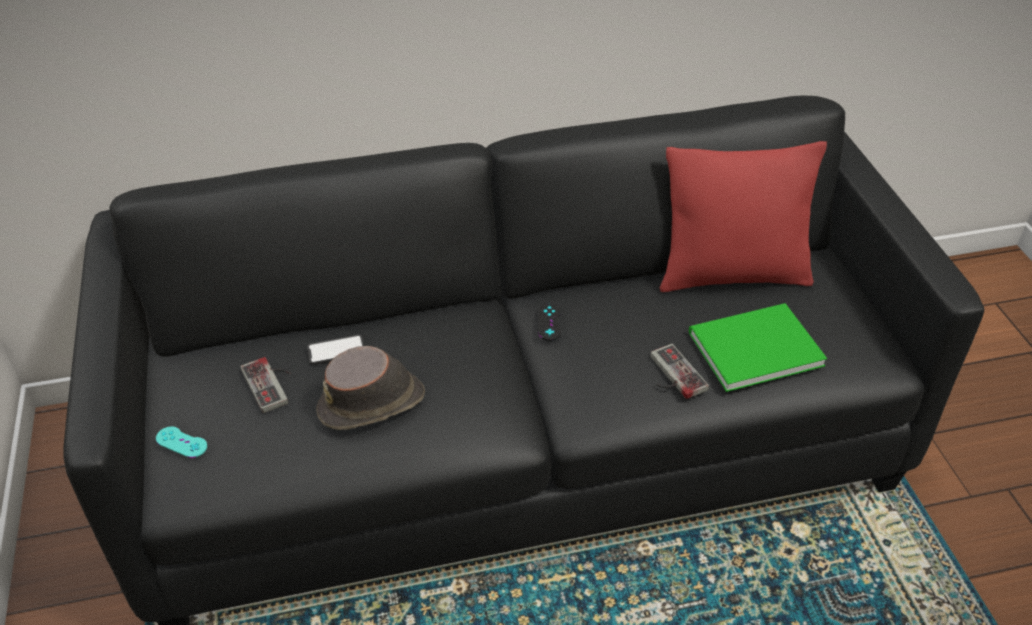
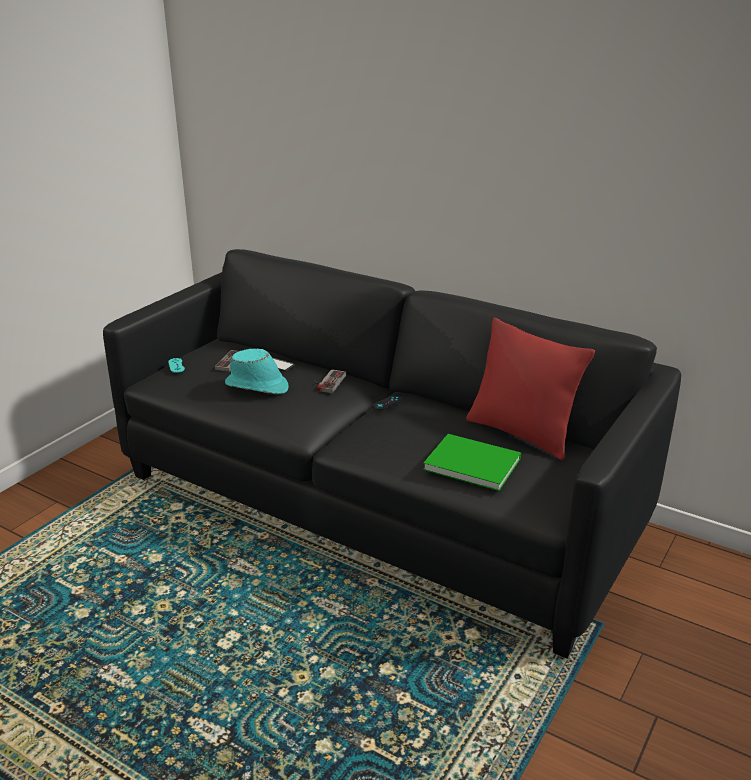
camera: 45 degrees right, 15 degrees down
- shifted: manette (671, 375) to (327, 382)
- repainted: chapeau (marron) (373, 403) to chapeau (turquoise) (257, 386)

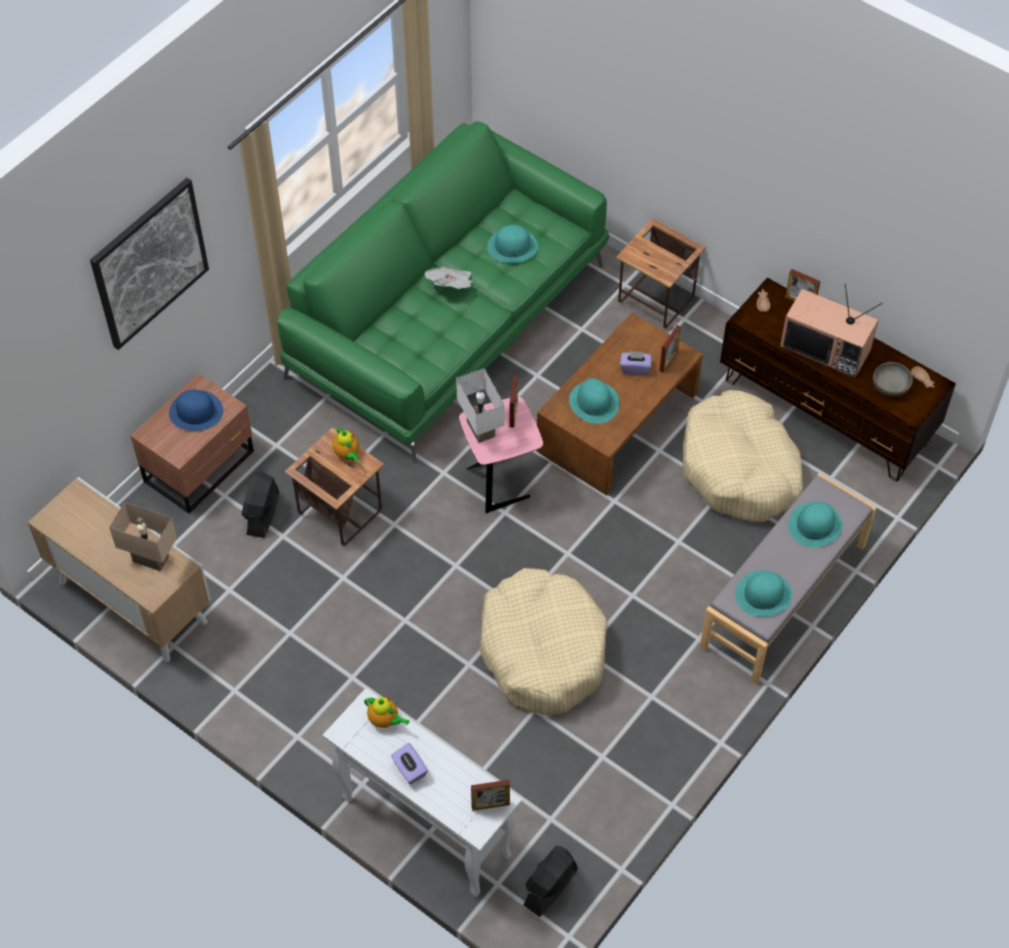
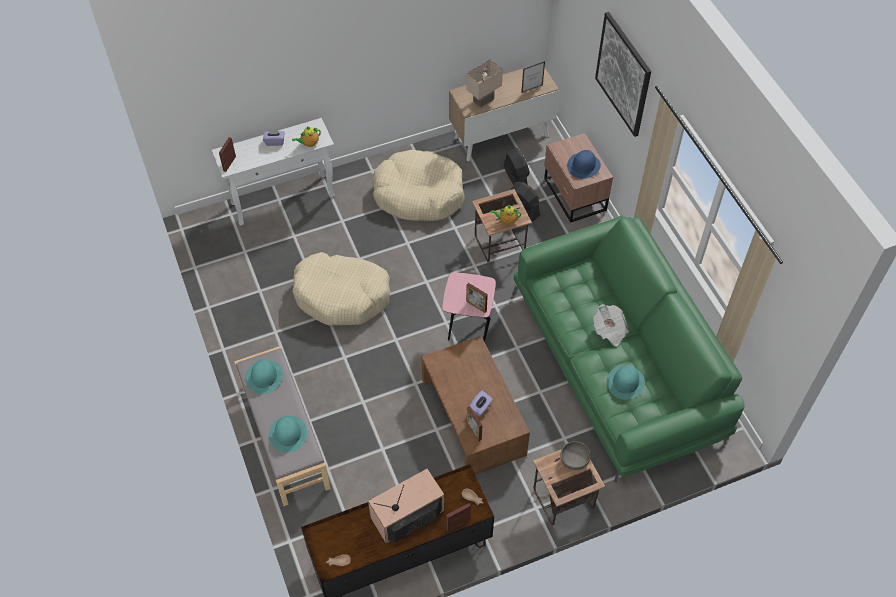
camera: 120 degrees right, 0 degrees up
- gone: lampe de table (blanc) (479, 429)
- gone: chapeau (turquoise) (593, 402)
- new: cadre photo (532, 89)
- shifted: ventilateur (noir) (550, 887) to (515, 177)
- shifted: panier pour chien (beige) (740, 468) to (418, 194)
- shifted: bol (gris) (890, 386) to (574, 460)

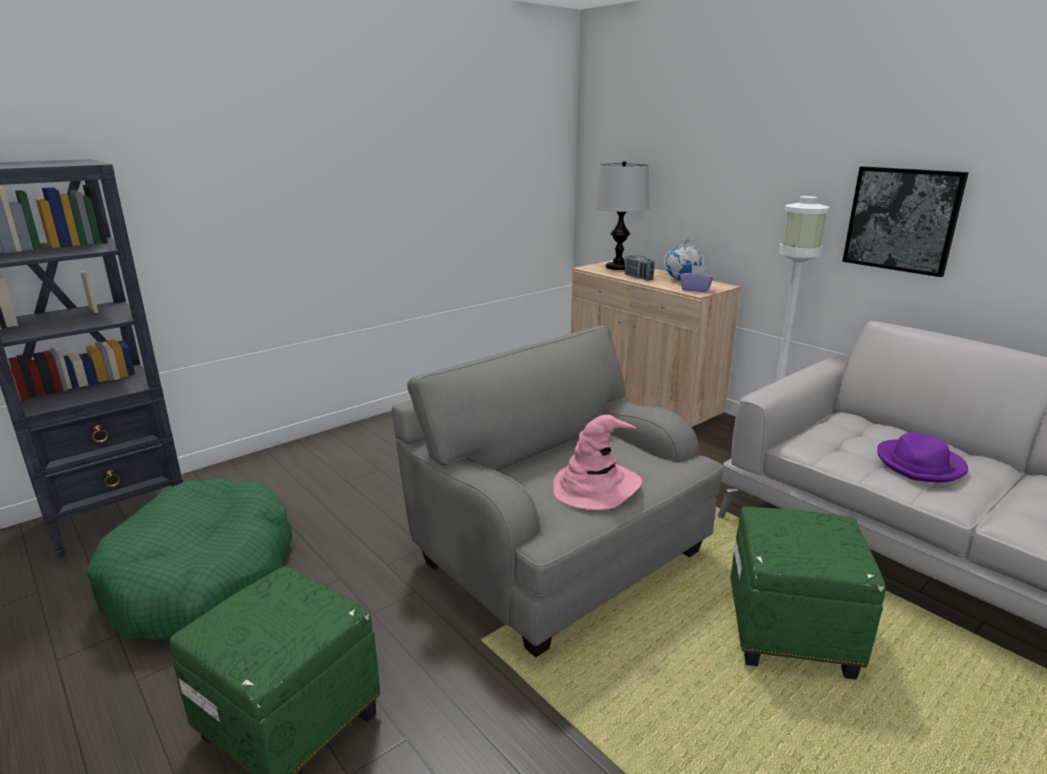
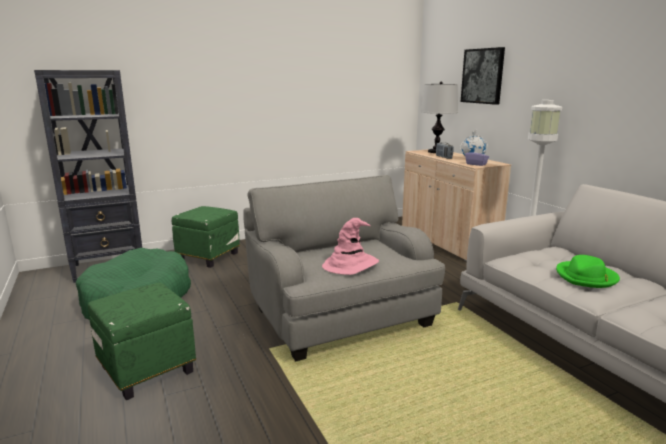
camera: 15 degrees right, 5 degrees down
- shifted: pouf (vert) (788, 632) to (208, 256)
- shifted: tableau (902, 219) to (482, 76)
- repainted: chapeau (violet) (920, 464) to chapeau (vert) (586, 277)

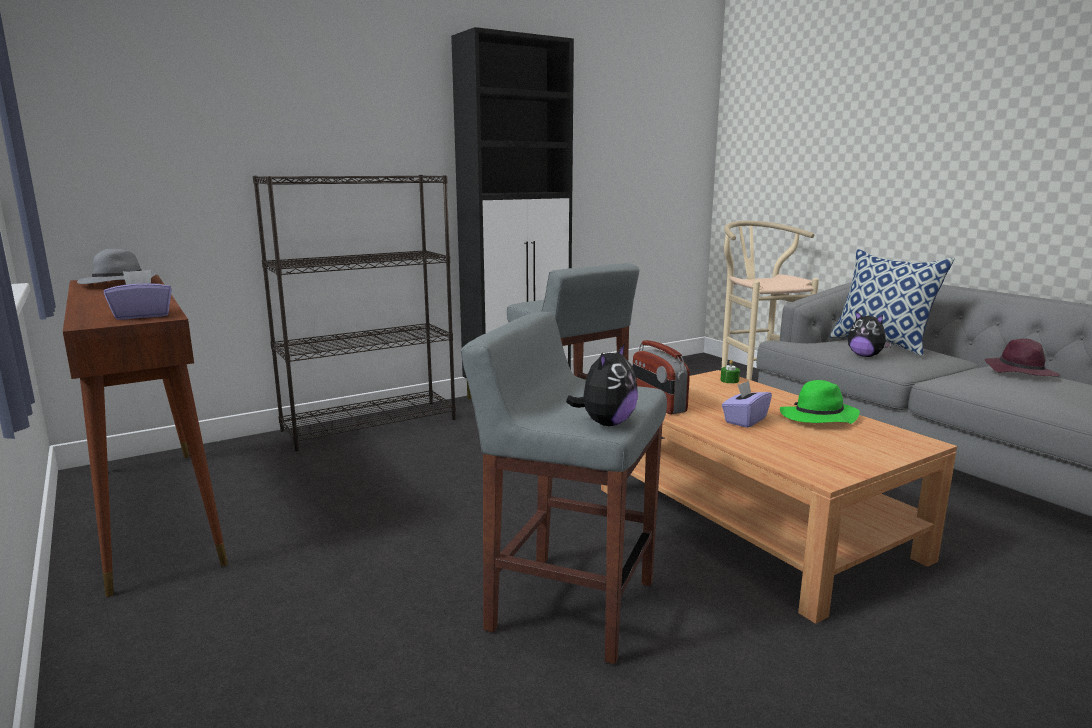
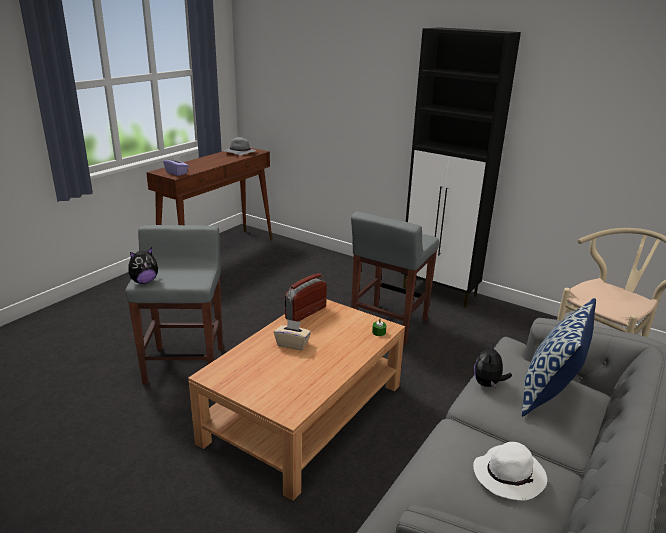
camera: 65 degrees right, 10 degrees up
- gone: bibliothèque (noir) (371, 424)
- gone: chapeau (vert) (818, 418)
- repainted: boîte à mouchoirs (violet) (745, 420) to boîte à mouchoirs (beige) (292, 344)
- repainted: chapeau (violet) (1019, 372) to chapeau (blanc) (509, 475)
- rotated: peluche (606, 423) = (144, 281) 45 degrees counterclockwise

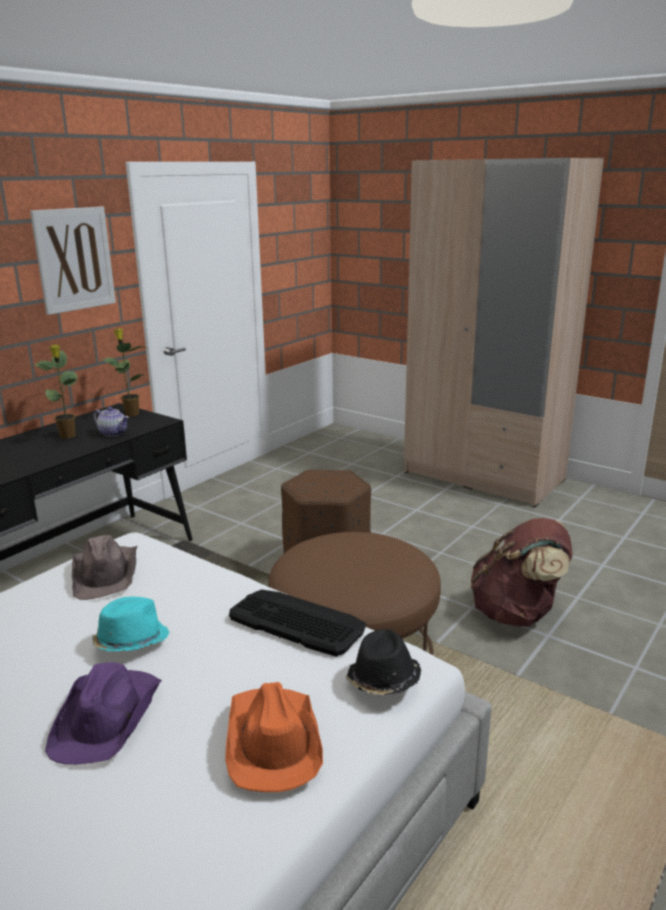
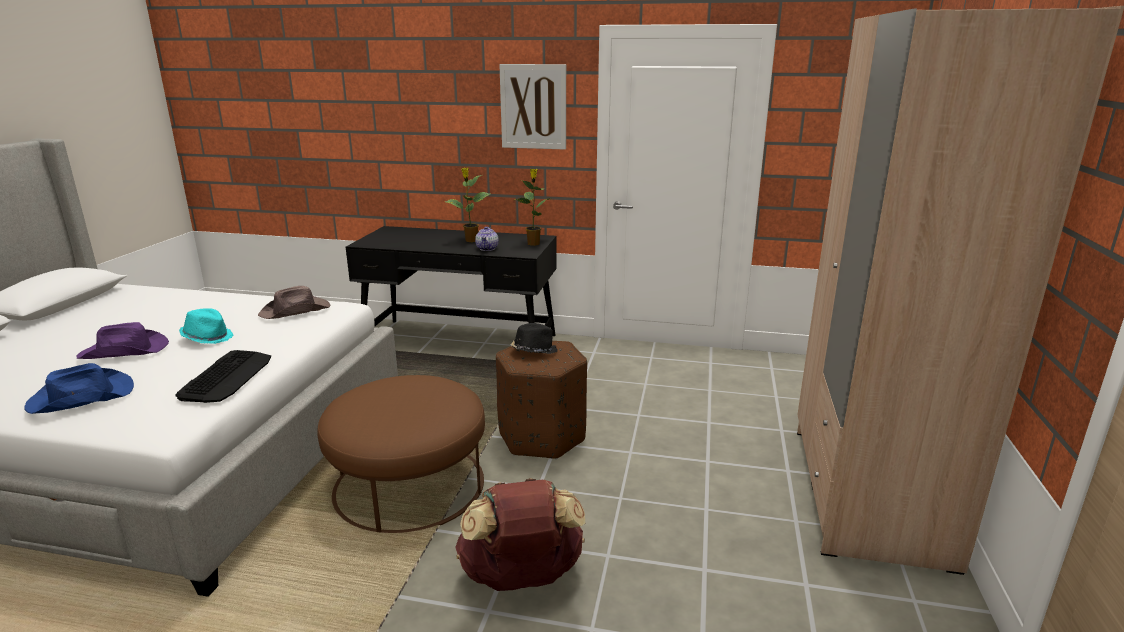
camera: 65 degrees right, 0 degrees up
- shifted: chapeau (noir) (383, 680) to (533, 351)
- repainted: chapeau (orange) (272, 740) to chapeau (bleu) (80, 397)

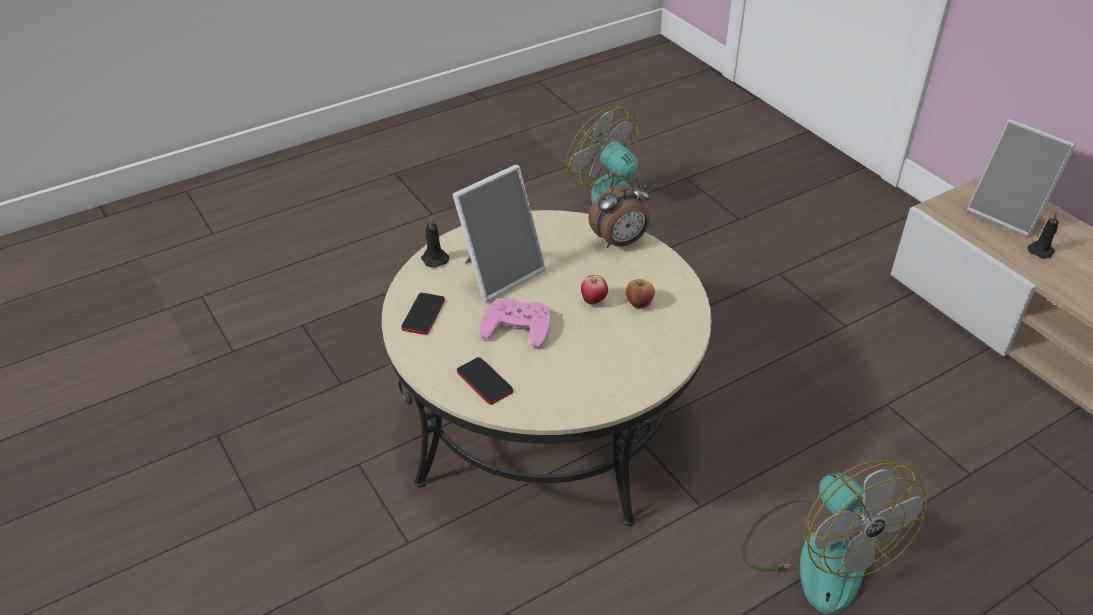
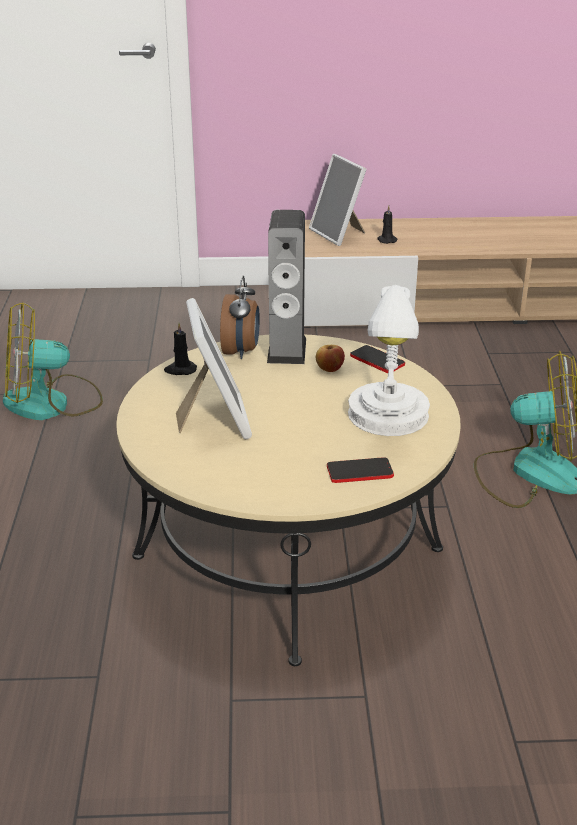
camera: 60 degrees left, 10 degrees down
- gone: manette (rose) (519, 324)
- gone: pomme (594, 301)
- new: enceinte (287, 350)
- new: lampe de table (blanc) (388, 418)
- shifted: téléphone (423, 314) to (377, 360)
- shifted: bougie (noir) (434, 258) to (180, 370)
- rotated: cadre photo (1008, 214) = (339, 234) 75 degrees clockwise

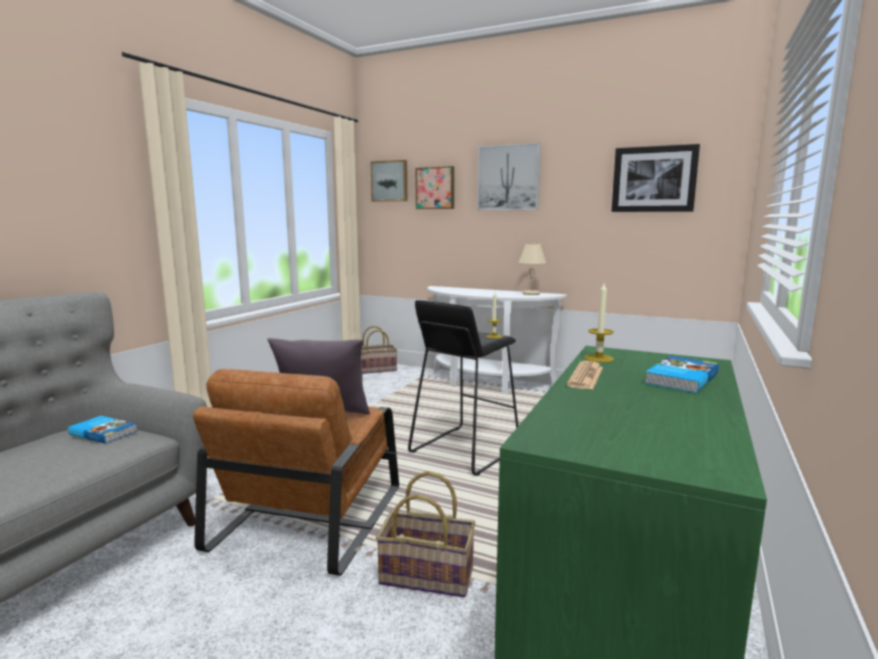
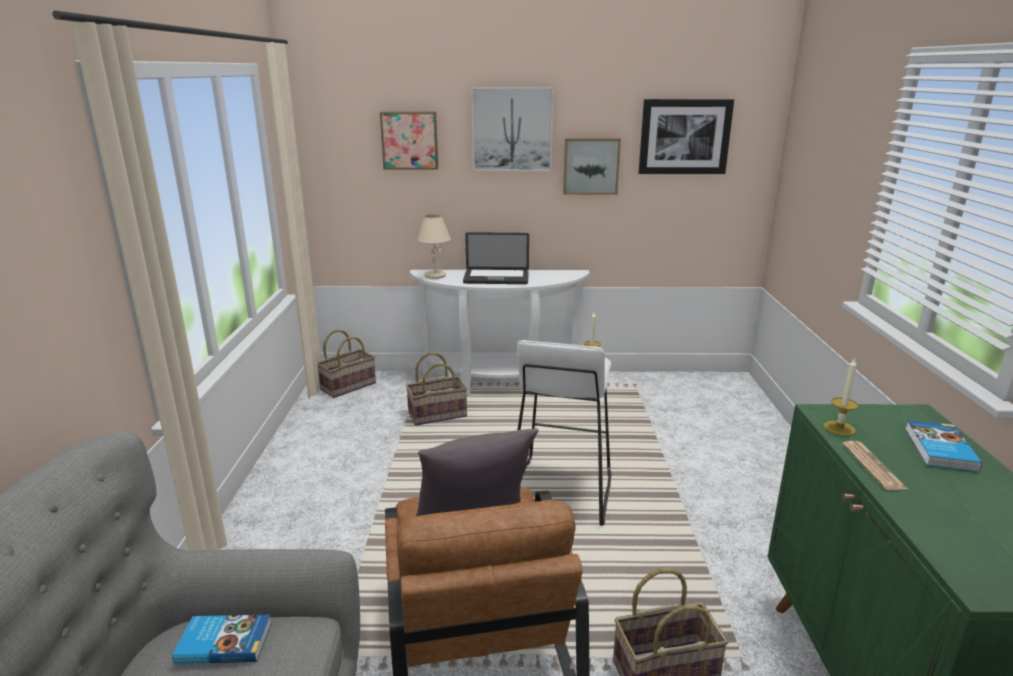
camera: 25 degrees left, 10 degrees up
- new: panier (437, 414)
- new: ordinateur portable (496, 278)
- shifted: tableau (390, 181) to (591, 166)
- shifted: lampe de table (beige) (531, 293) to (435, 275)
- repainted: tabouret (noir) (464, 450) to tabouret (blanc) (560, 492)

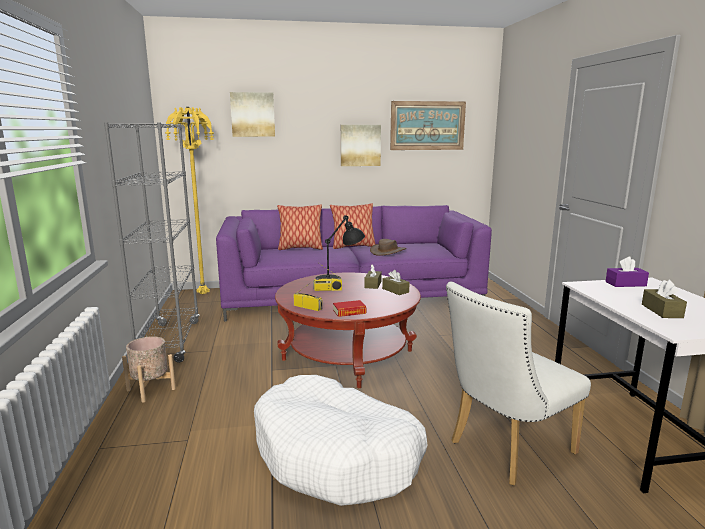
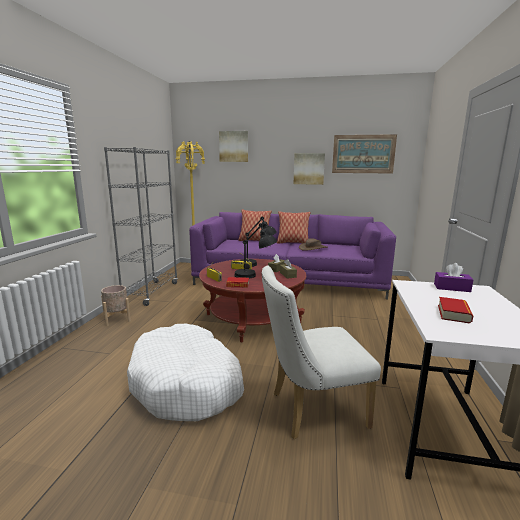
camera: 20 degrees right, 0 degrees up
- new: lampe de table (noir) (254, 276)
- swapped: boîte à mouchoirs (marron) (661, 311) to livre (453, 314)

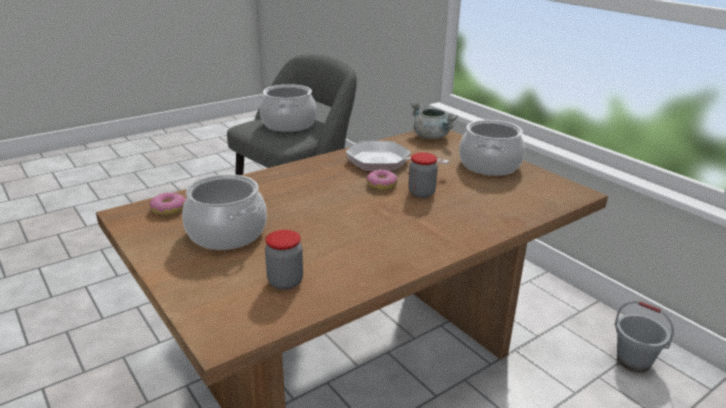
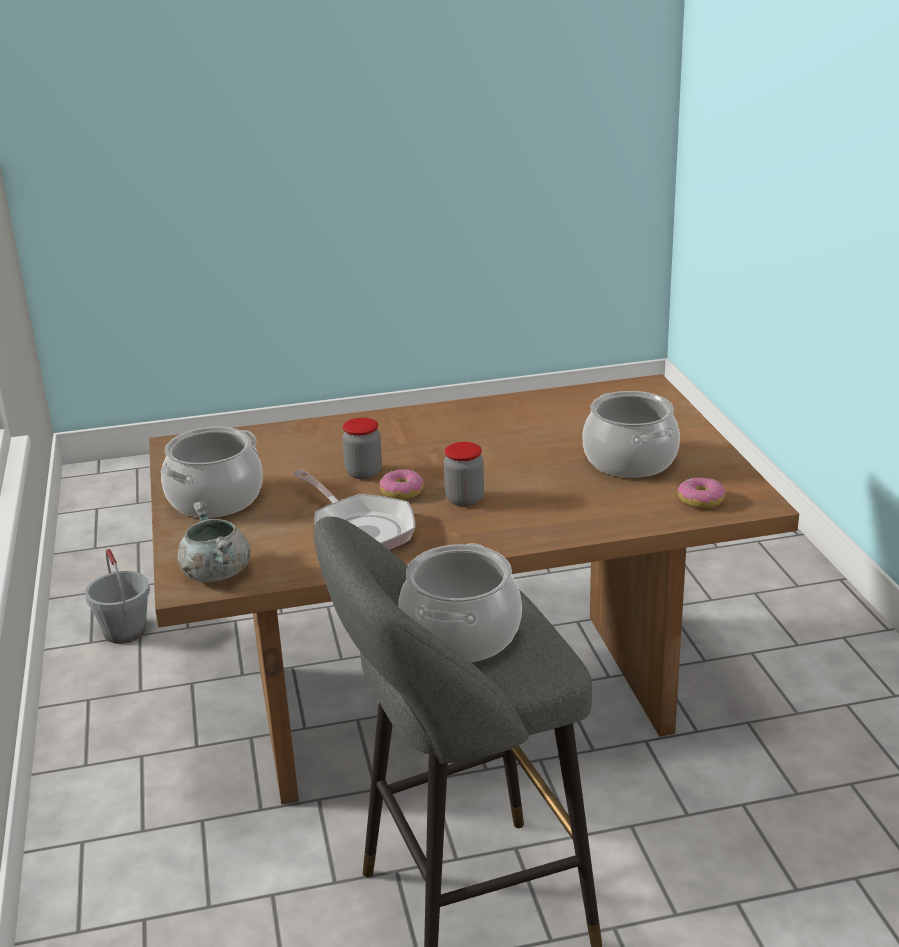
camera: 155 degrees left, 0 degrees up
- shifted: bocal (285, 282) to (464, 499)

